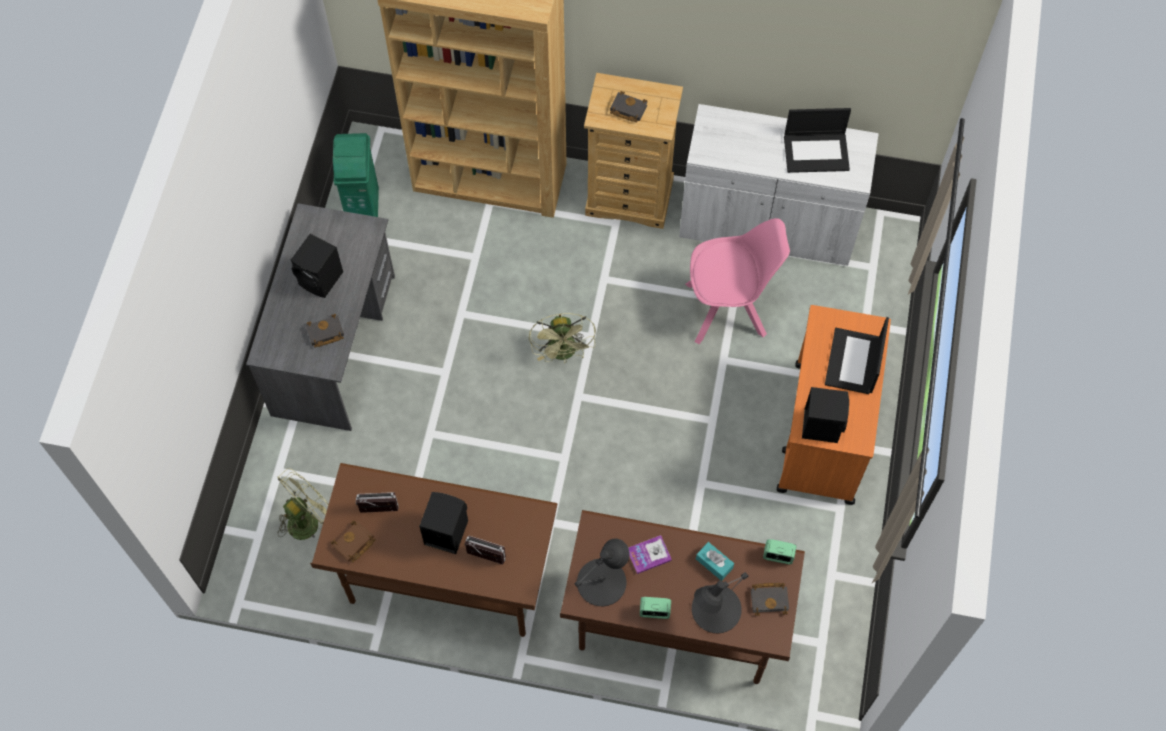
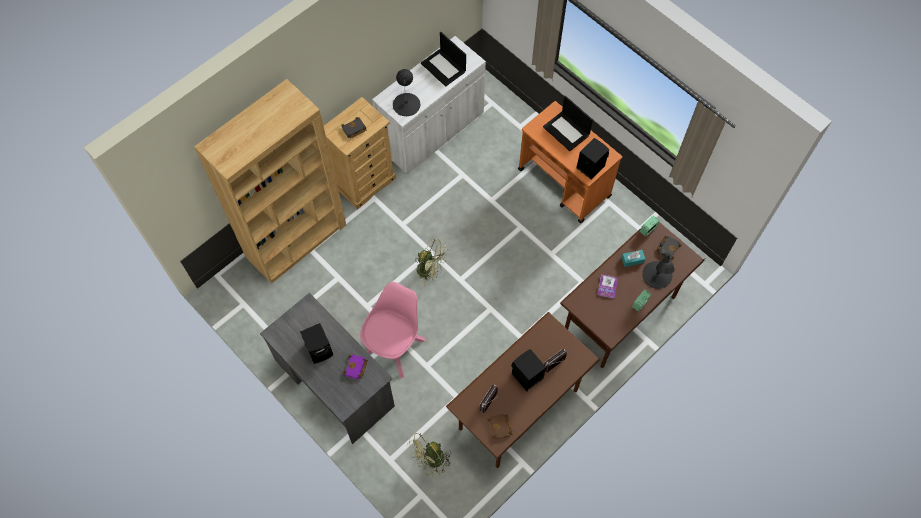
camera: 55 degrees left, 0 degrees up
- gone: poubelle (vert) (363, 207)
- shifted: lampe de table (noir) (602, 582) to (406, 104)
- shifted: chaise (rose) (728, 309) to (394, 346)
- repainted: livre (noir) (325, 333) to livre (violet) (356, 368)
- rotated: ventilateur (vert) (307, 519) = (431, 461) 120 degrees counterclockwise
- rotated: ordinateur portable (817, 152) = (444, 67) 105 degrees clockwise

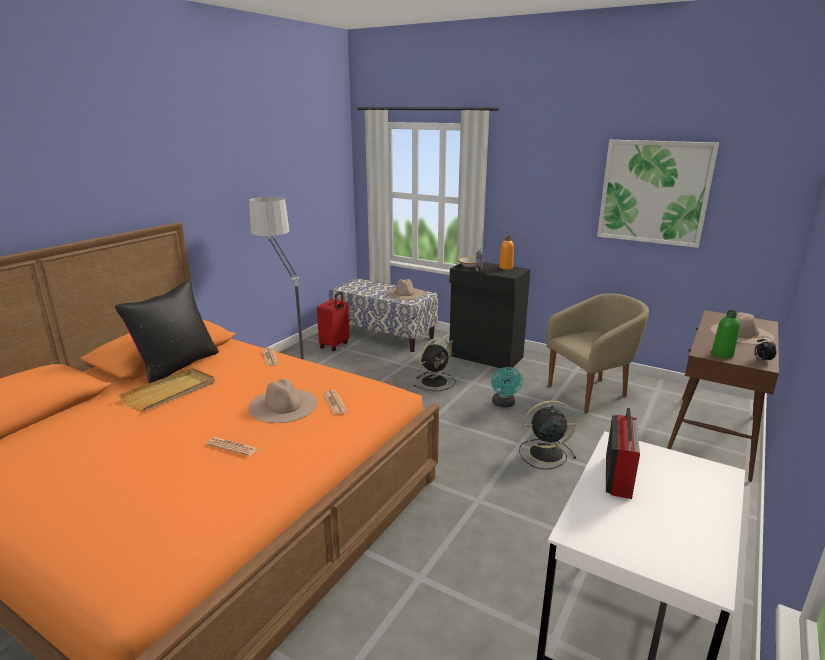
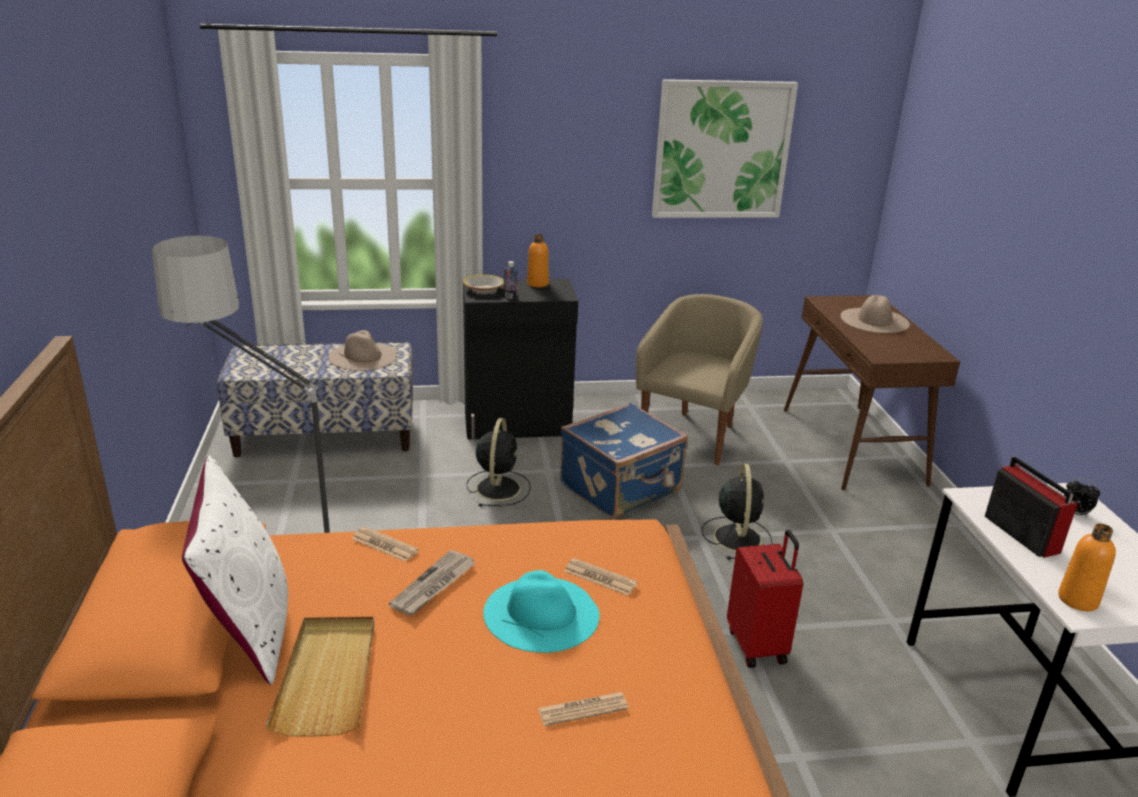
camera: 40 degrees left, 5 degrees up
- gone: bouteille (vert) (722, 354)
- new: journal (433, 586)
- new: bouteille (orange) (1078, 600)
- shifted: valise (rouge) (335, 345) to (758, 645)
- shifted: réveil (762, 360) to (1075, 513)
- swapped: ventilateur (turquoise) (504, 404) to valise (bleu) (622, 488)
- repainted: coussin (noir) (177, 366) to coussin (blanc) (248, 627)
- repainted: chapeau (beige) (283, 405) to chapeau (turquoise) (541, 613)
- rotated: ventilateur (noir) (544, 453) = (737, 537) 135 degrees clockwise

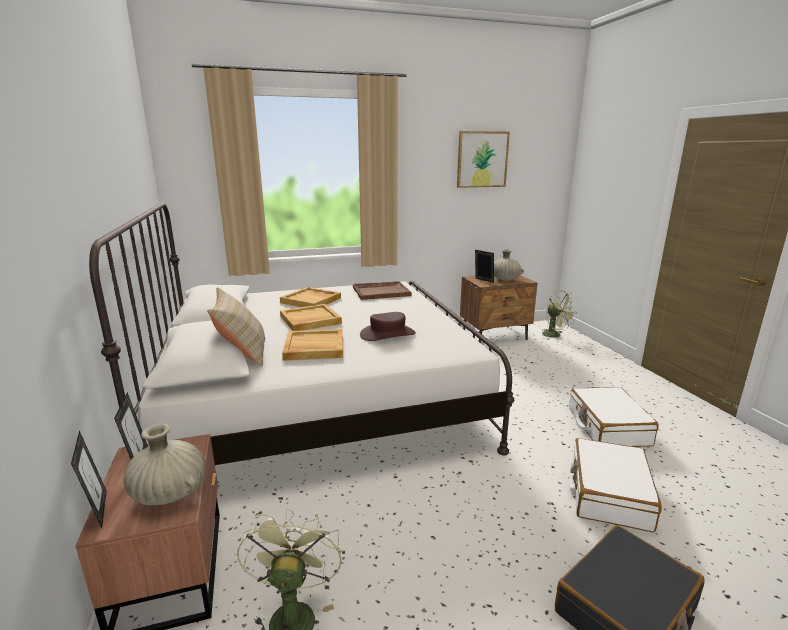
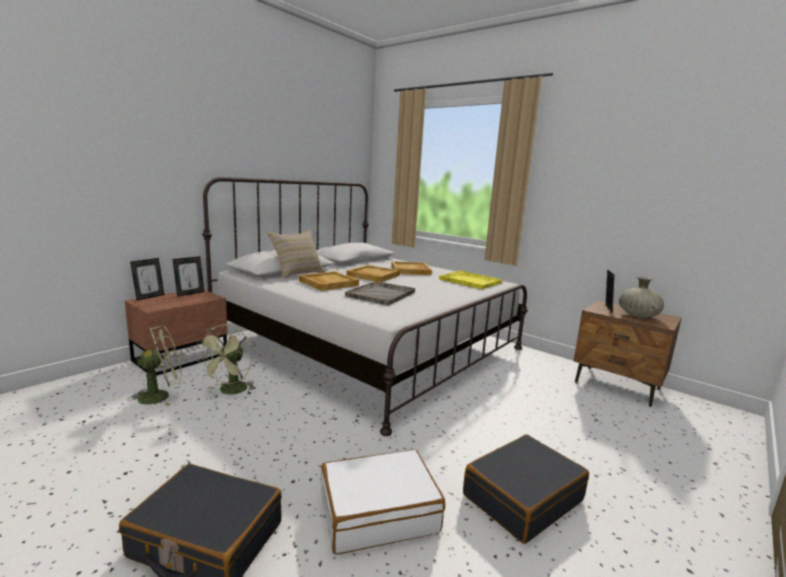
camera: 55 degrees right, 5 degrees down
- gone: vase (beige) (170, 493)
- gone: tableau (482, 159)
- shifted: ventilateur (vert) (555, 335) to (230, 392)
- swapped: chapeau (marron) (387, 334) to plateau (gris) (381, 294)
- repainted: plateau (marron) (380, 292) to plateau (jaune) (469, 281)
- repainted: valise (blanc) (607, 426) to valise (noir) (522, 497)

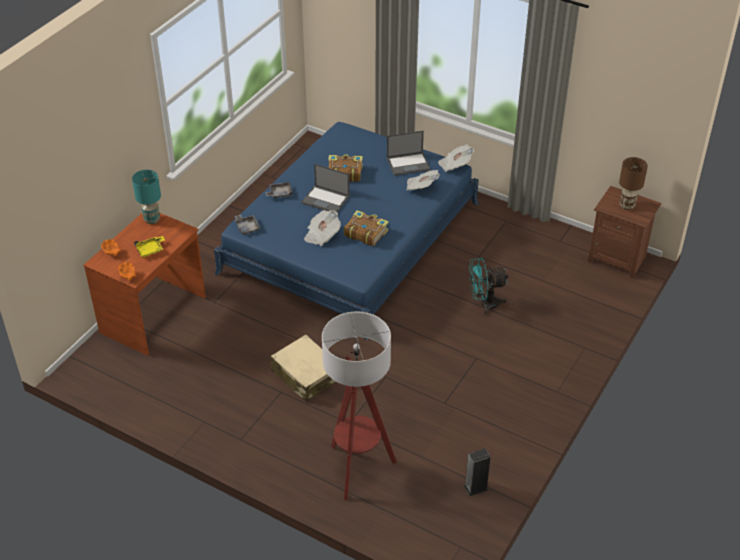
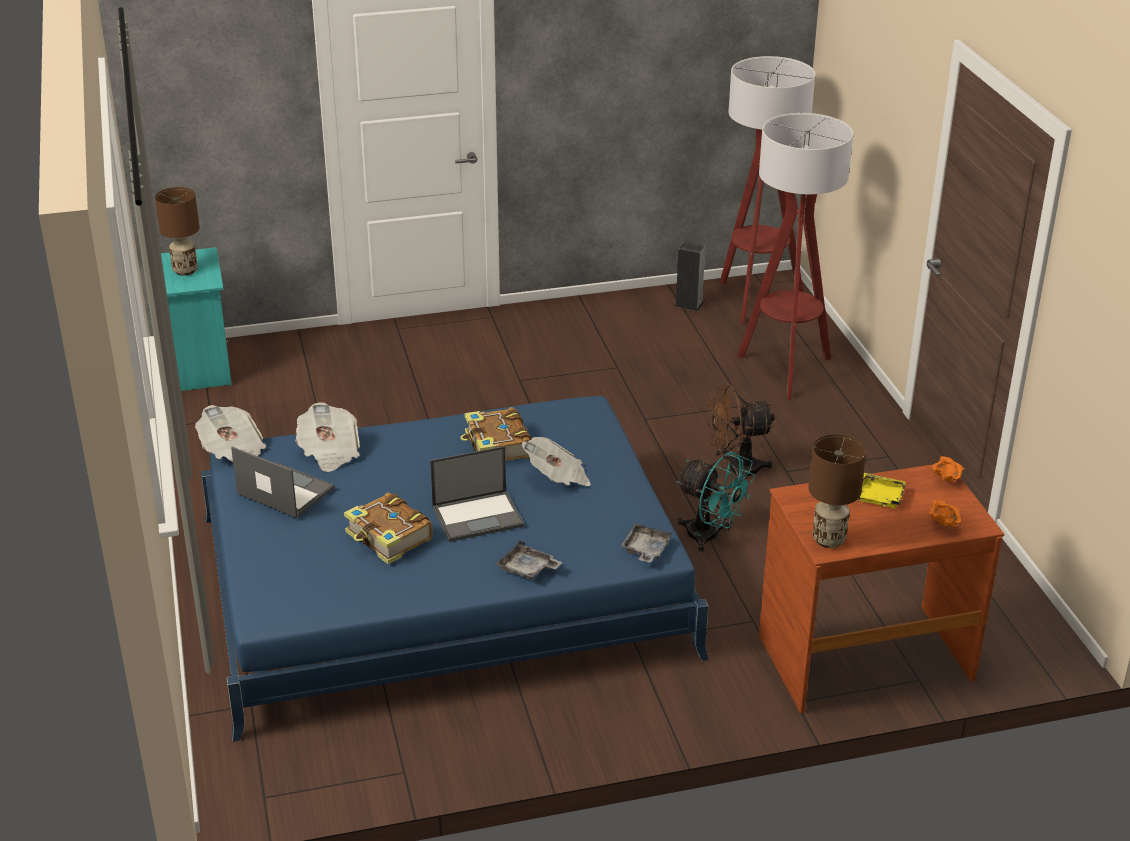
camera: 135 degrees left, 10 degrees down
- new: lampadaire (755, 300)
- shifted: ventilateur (turquoise) (484, 304) to (710, 537)
- swapped: valise (beige) (306, 375) to ventilateur (marron) (735, 470)
- repainted: lampe de table (turquoise) (152, 220) to lampe de table (marron) (828, 539)
- repainted: table de chevet (marron) (617, 258) to table de chevet (turquoise) (196, 369)
- rotated: ordinateur portable (326, 199) = (478, 516) 90 degrees clockwise

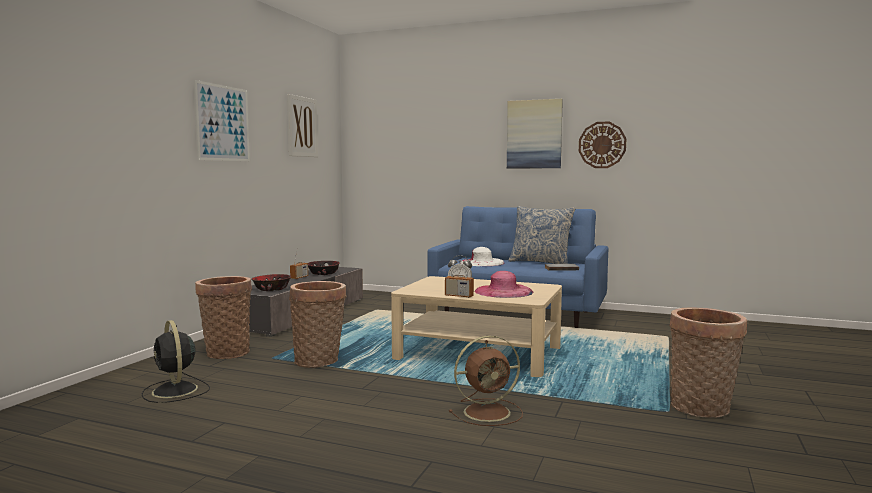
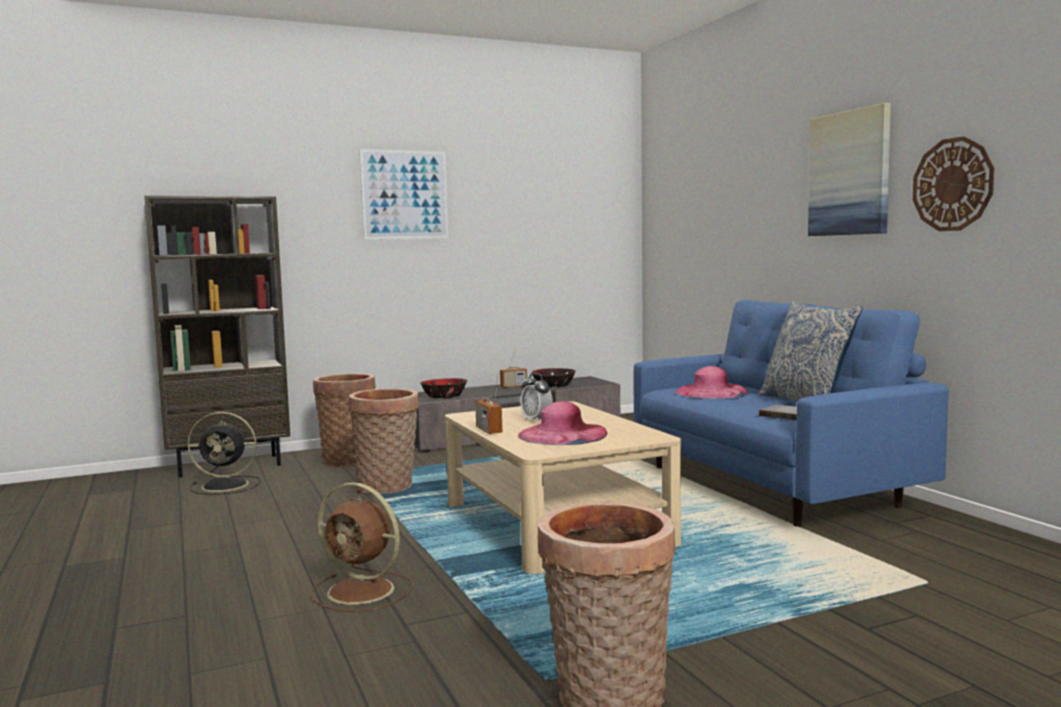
camera: 45 degrees right, 0 degrees up
- gone: tableau (302, 127)
- new: bibliothèque (marron) (230, 465)
- repainted: chapeau (blanc) (481, 262) to chapeau (rose) (711, 392)
- rotated: ventilateur (noir) (175, 391) = (227, 485) 105 degrees counterclockwise

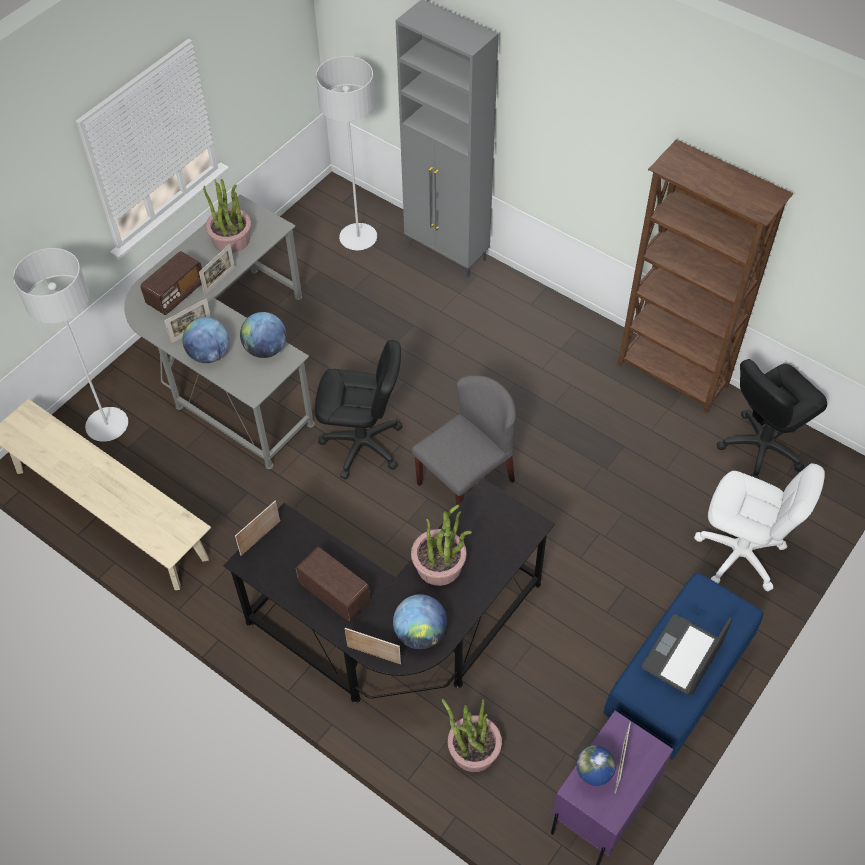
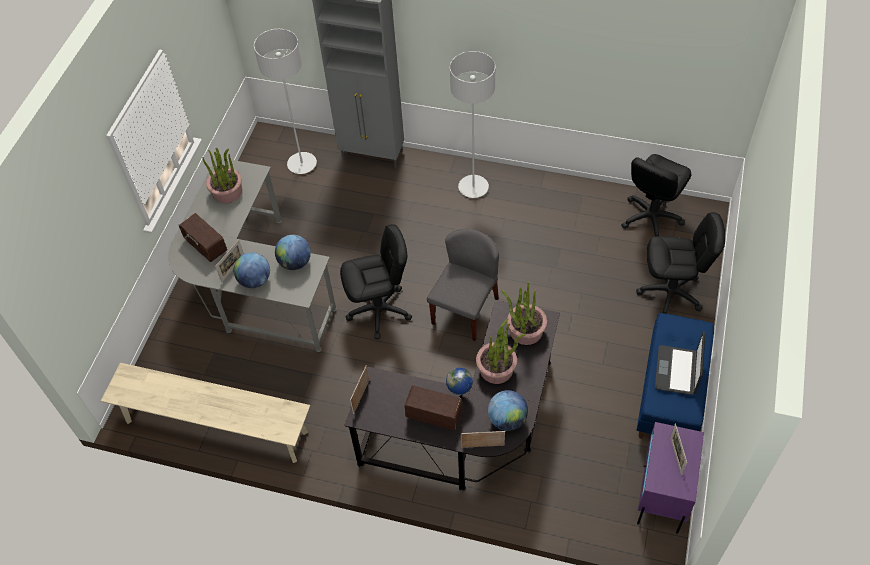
camera: 20 degrees left, 0 degrees up
- gone: cadre photo (219, 280)
- gone: bibliothèque (marron) (672, 376)
- shifted: lampadaire (gris) (107, 425) to (473, 187)
- shifted: plante en pot (473, 750) to (525, 331)
- shifted: globe (592, 779) to (460, 394)
- repainted: chaise de bureau (blanc) (739, 554) to chaise de bureau (noir) (670, 294)
- rotated: radio (176, 294) = (206, 245) 120 degrees clockwise

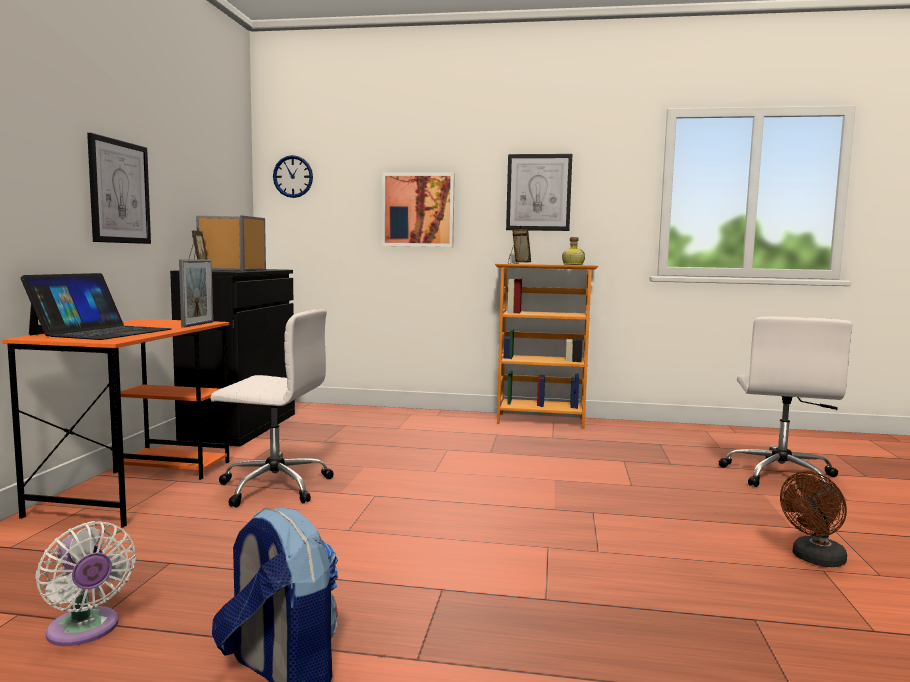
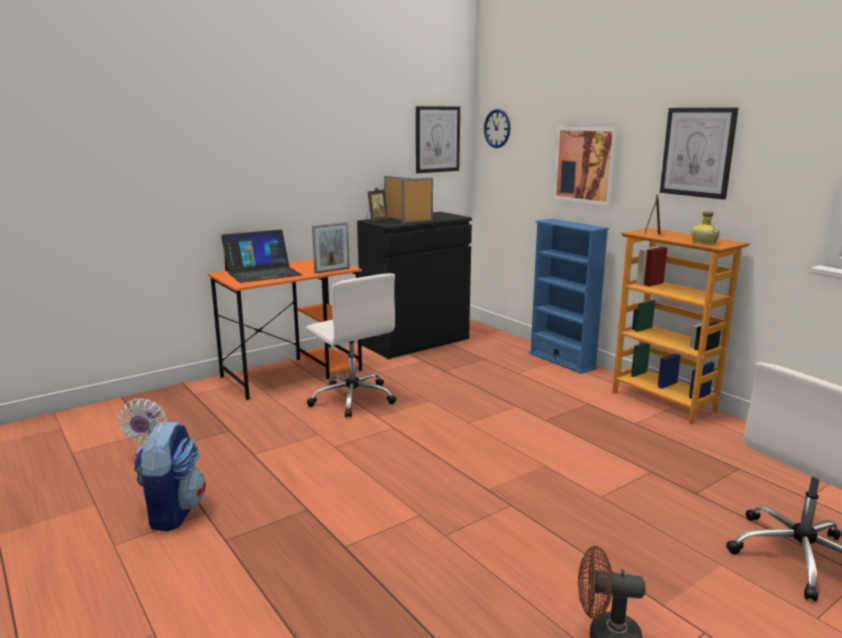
camera: 45 degrees right, 10 degrees up
- new: bibliothèque (bleu) (562, 360)
- shifted: tableau (119, 192) to (437, 139)

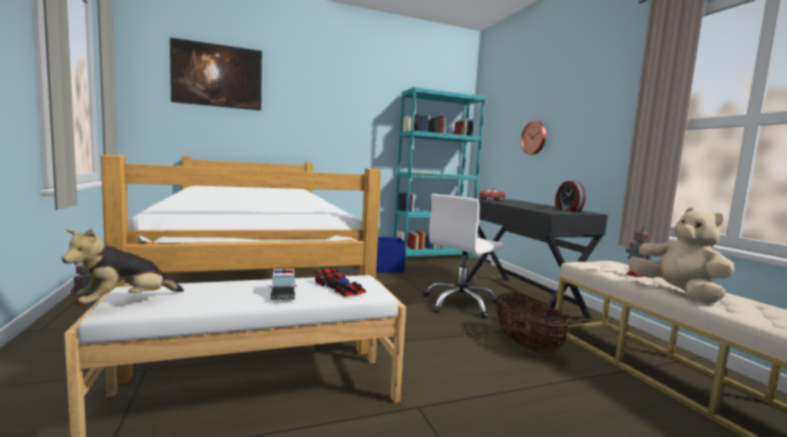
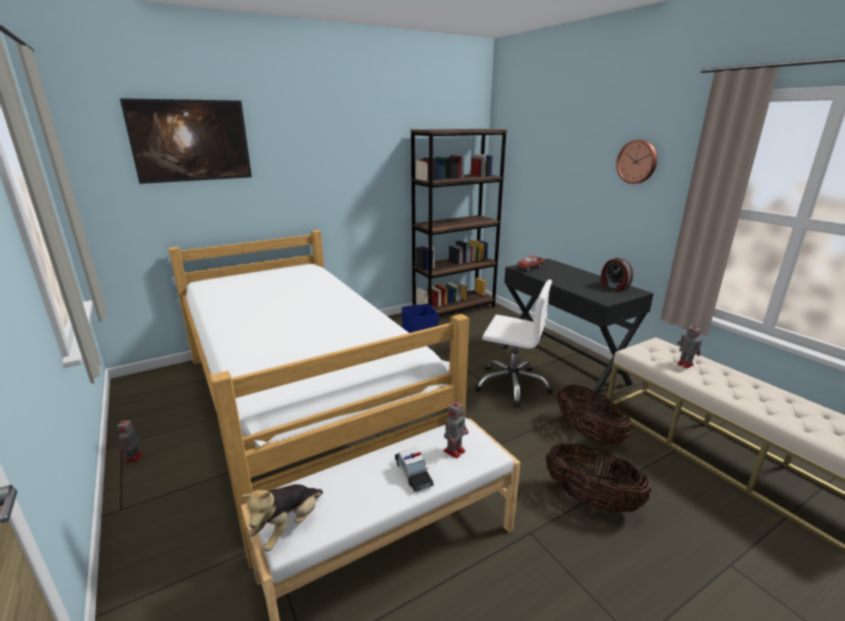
camera: 10 degrees left, 15 degrees up
- gone: peluche (beige) (678, 293)
- new: panier (591, 499)
- shifted: horloge murale (534, 138) to (637, 161)
- swapped: petite voiture (339, 287) to robot jouet (455, 450)
- repainted: bibliothèque (turquoise) (432, 256) to bibliothèque (marron) (454, 309)
- rotated: chaise de bureau (blanc) (460, 304) = (512, 385) 105 degrees counterclockwise

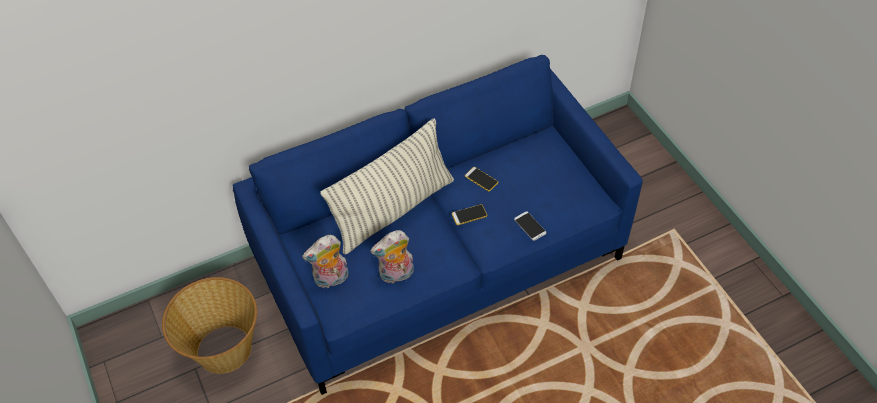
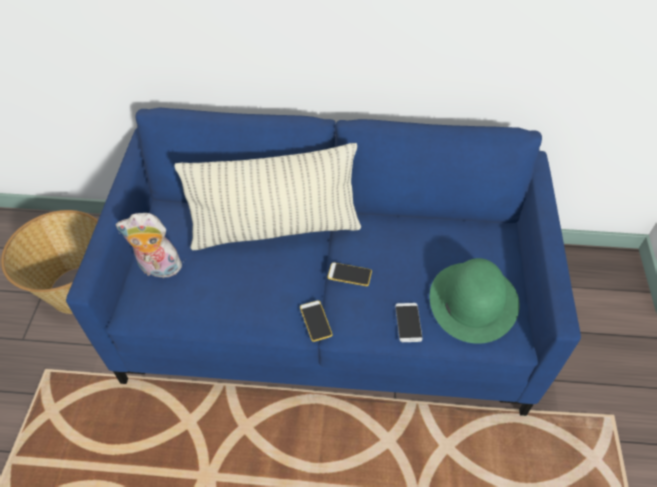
camera: 30 degrees right, 0 degrees up
- gone: peluche (396, 275)
- new: chapeau (vert) (473, 301)
- shifted: téléphone (481, 179) to (315, 321)

